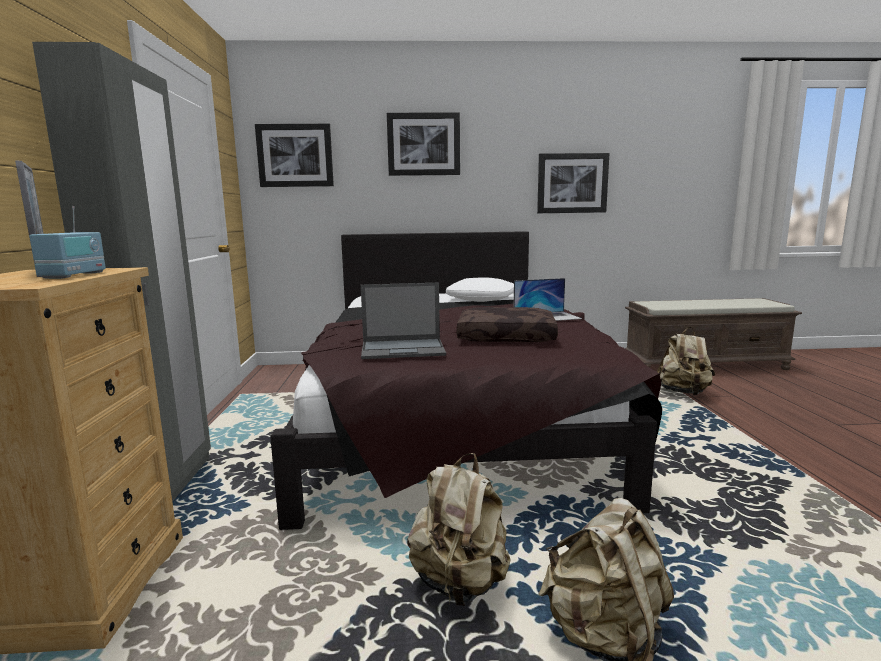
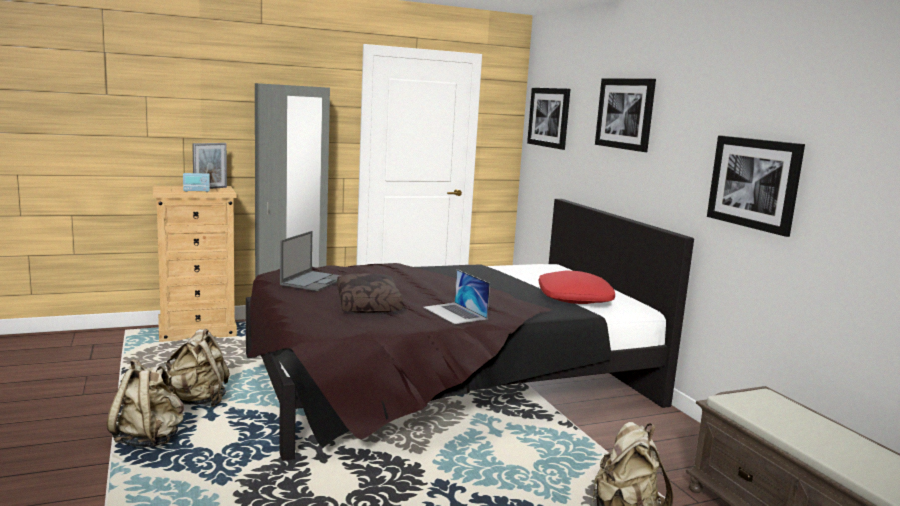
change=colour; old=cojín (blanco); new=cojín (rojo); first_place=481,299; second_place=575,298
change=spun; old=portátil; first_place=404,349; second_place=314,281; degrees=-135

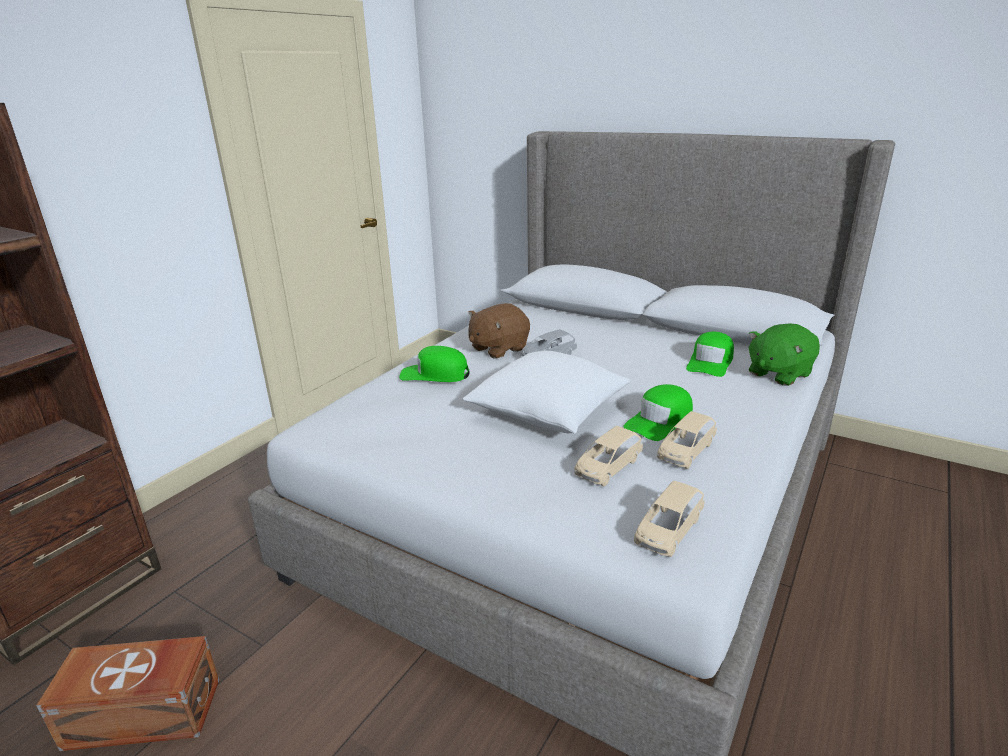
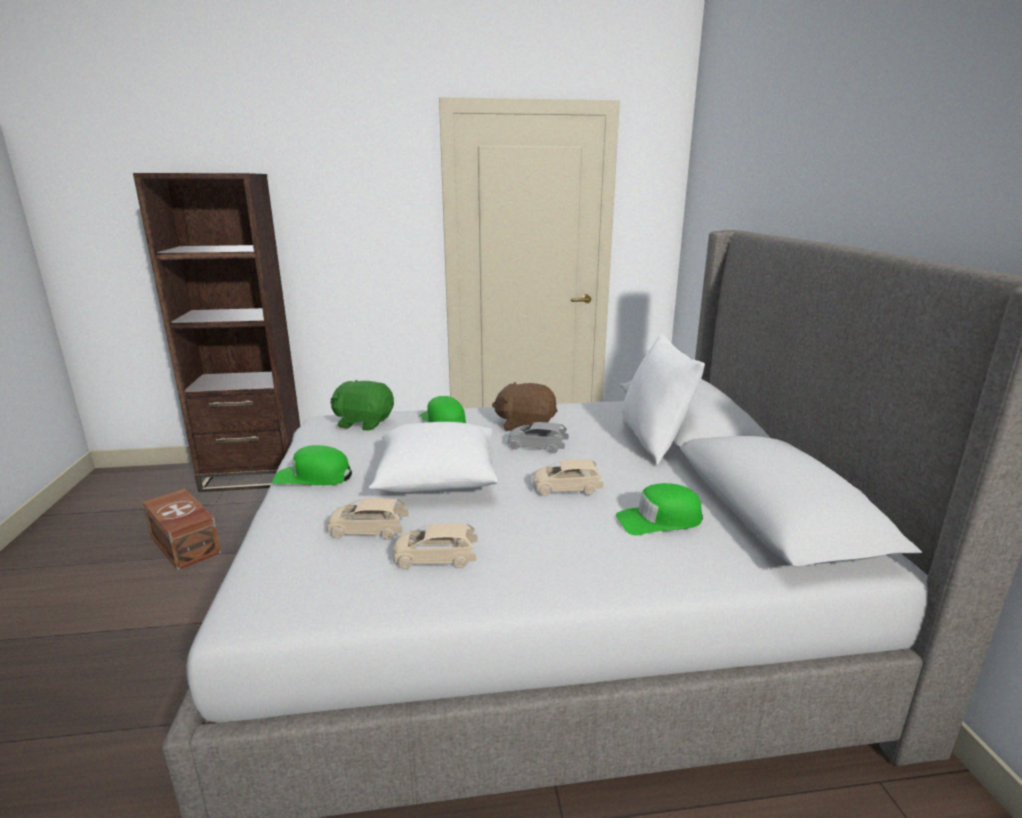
change=relocated; old=peluche (verde); first_place=778,374; second_place=364,423
change=relocated; old=gorra (verde); first_place=660,421; second_place=313,477
change=relocated; old=coche de juguete (beis); first_place=668,531; second_place=566,488
change=appeared; new=cojín (blanco); second_place=654,442

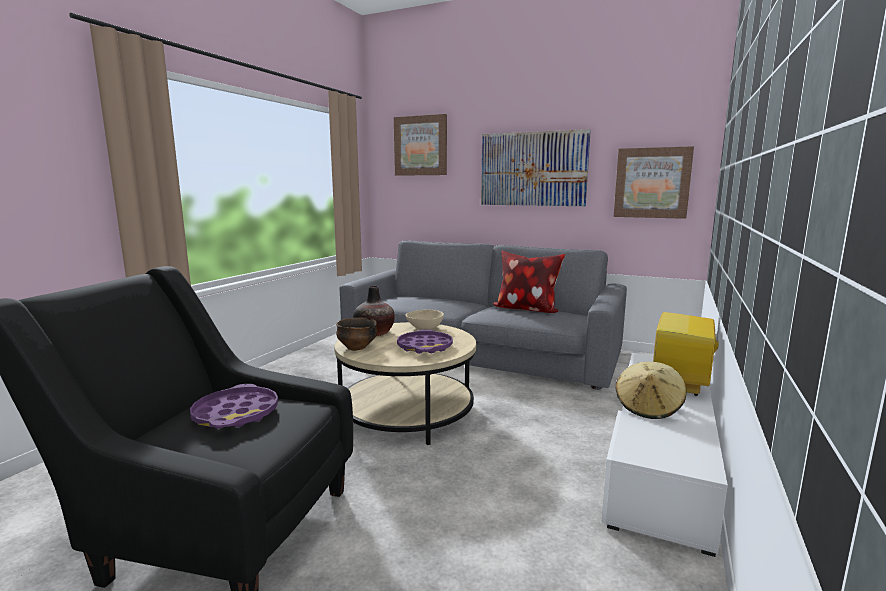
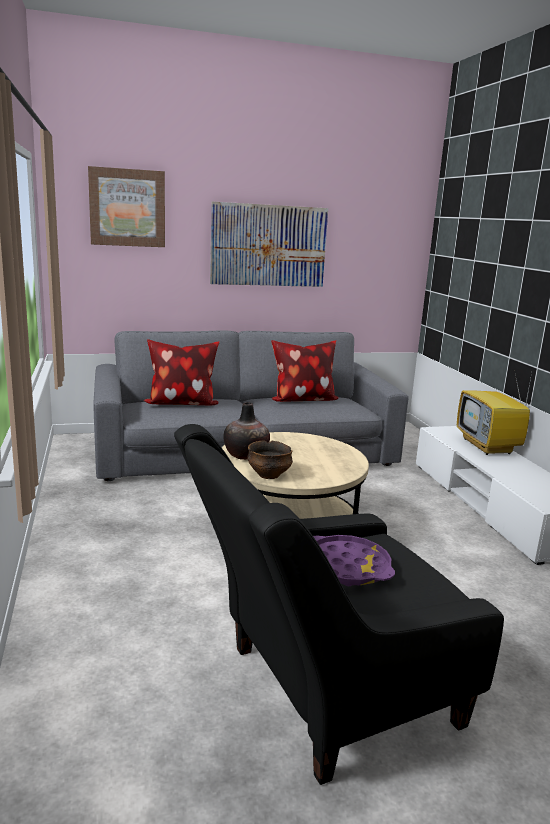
change=missing; old=cuadro; first_place=652,183
change=missing; old=cuenco (beis); first_place=424,328
change=missing; old=bandeja (morado); first_place=425,347
change=missing; old=sombrero (beis); first_place=648,407
change=appeared; new=cojín; second_place=181,404

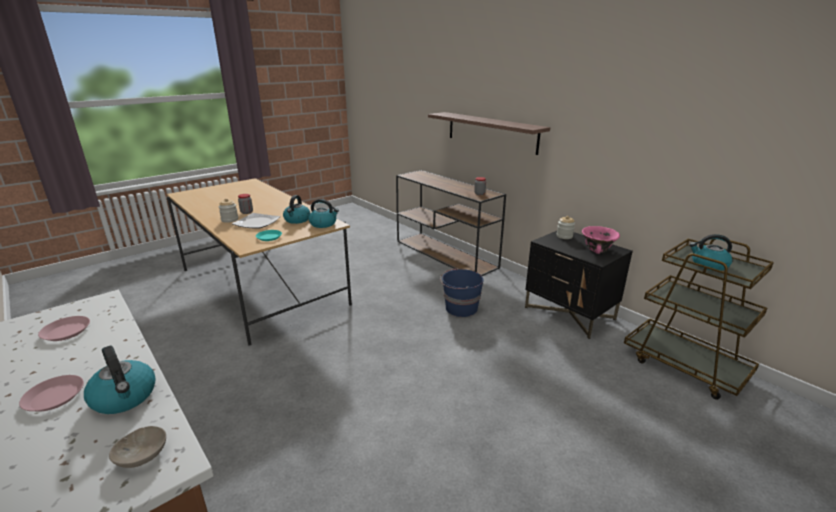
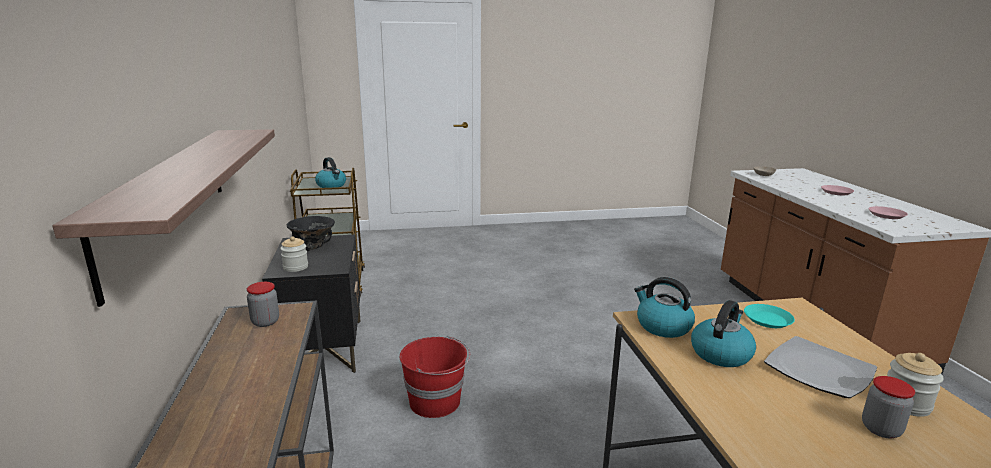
change=colour; old=cuenco (rosa); new=cuenco (negro); first_place=597,250; second_place=313,246
change=colour; old=cubo (azul); new=cubo (rojo); first_place=460,308; second_place=436,401
change=missing; old=hervidor; first_place=125,397

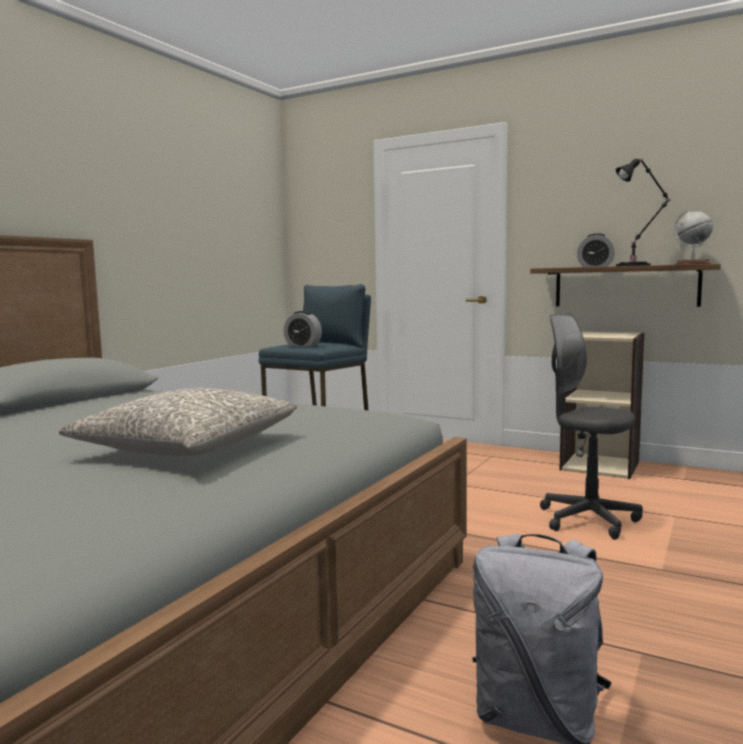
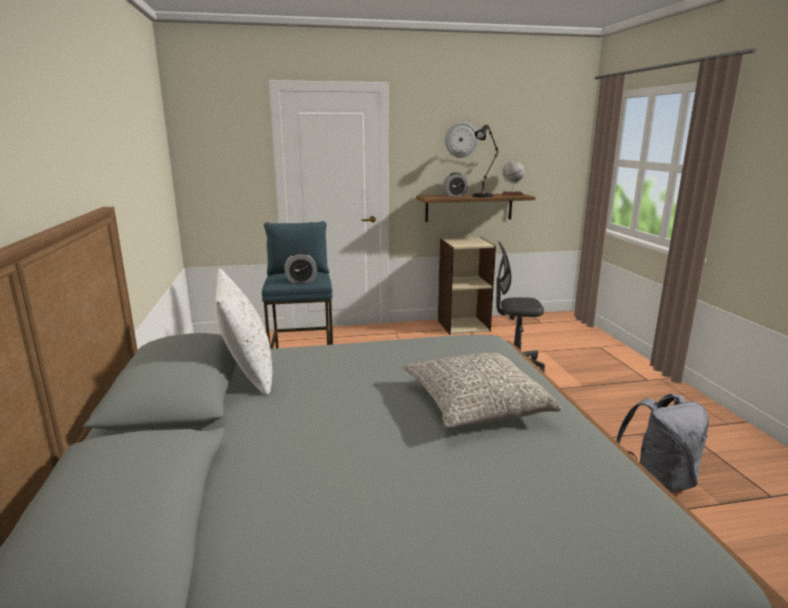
change=appeared; new=reloj de pared; second_place=461,139
change=appeared; new=cojín (blanco); second_place=247,372

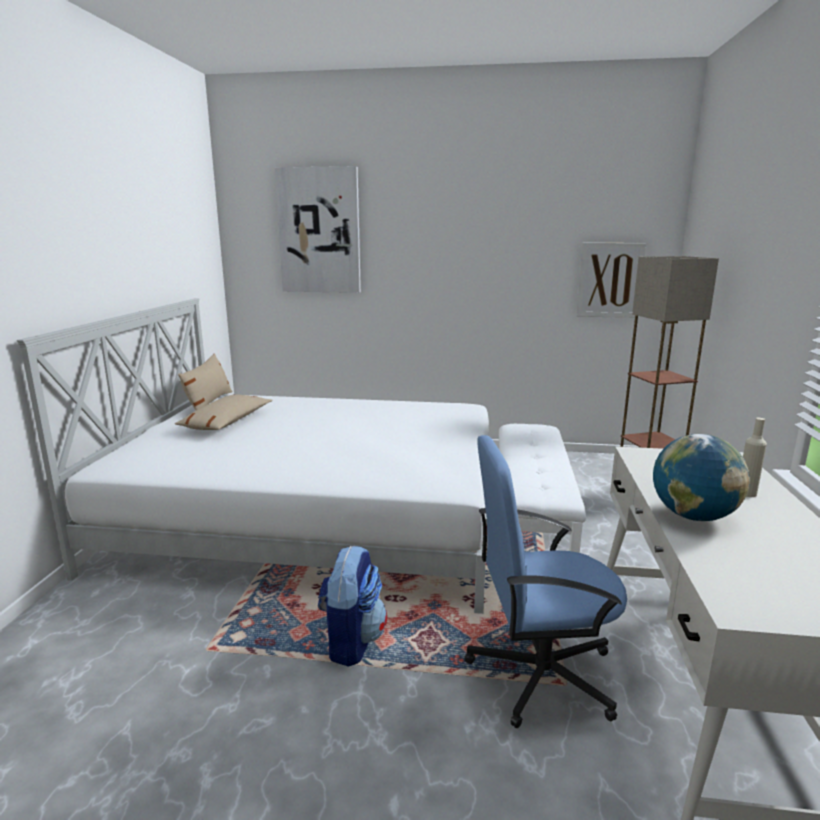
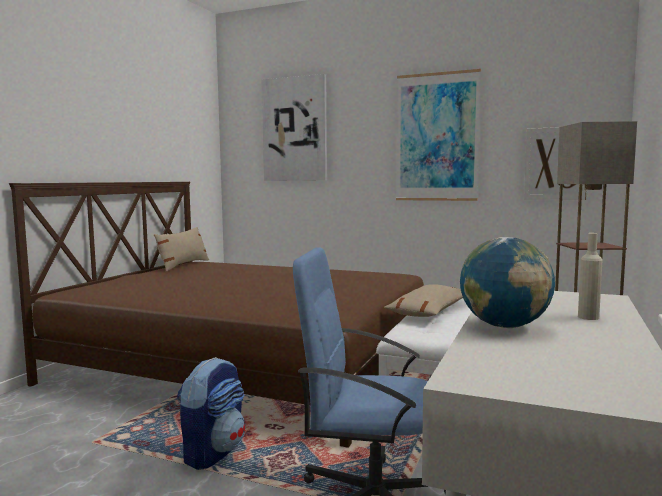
change=colour; old=cama (blanco); new=cama (marrón); first_place=313,519; second_place=245,365
change=relocated; old=cojín (beis); first_place=227,422; second_place=429,312
change=appeared; new=cuadro; second_place=437,137

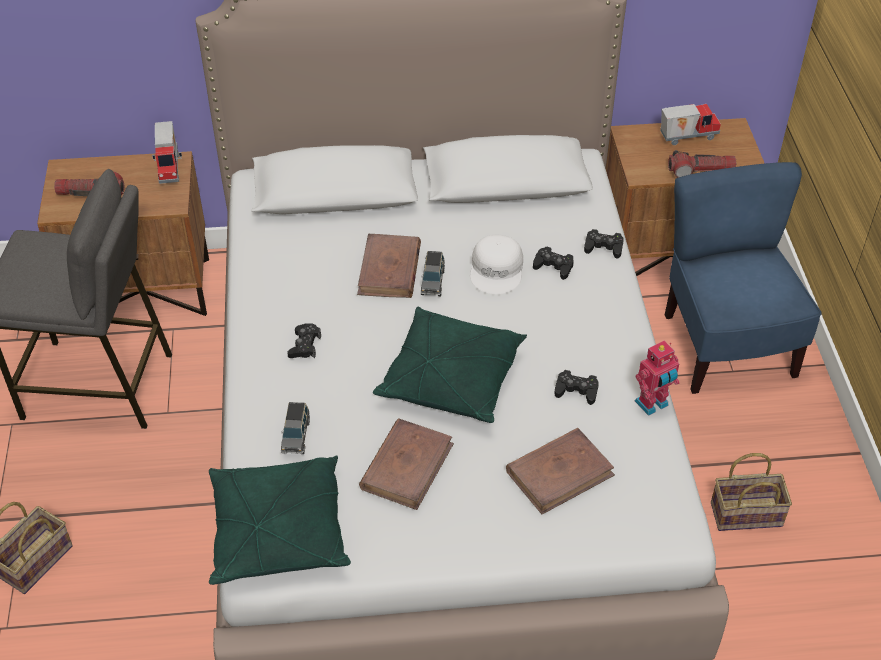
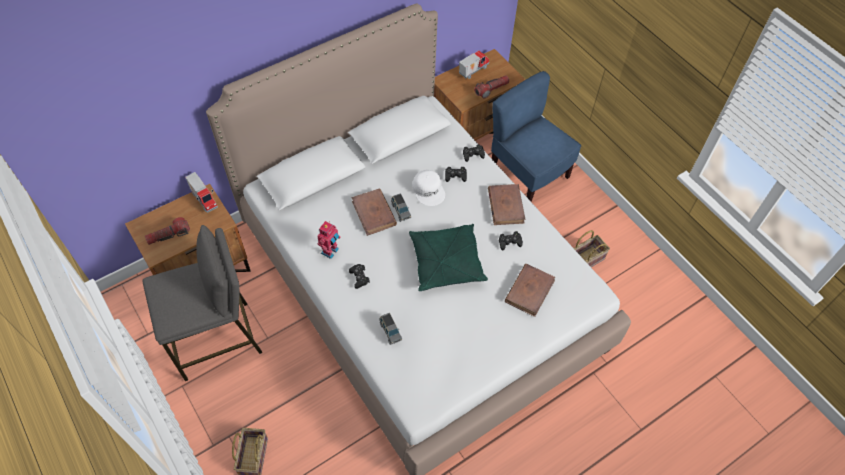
change=relocated; old=robot de juguete; first_place=652,404; second_place=330,251
change=relocated; old=libro (marrón); first_place=407,466; second_place=505,206
change=missing; old=cojín (verde); first_place=278,531

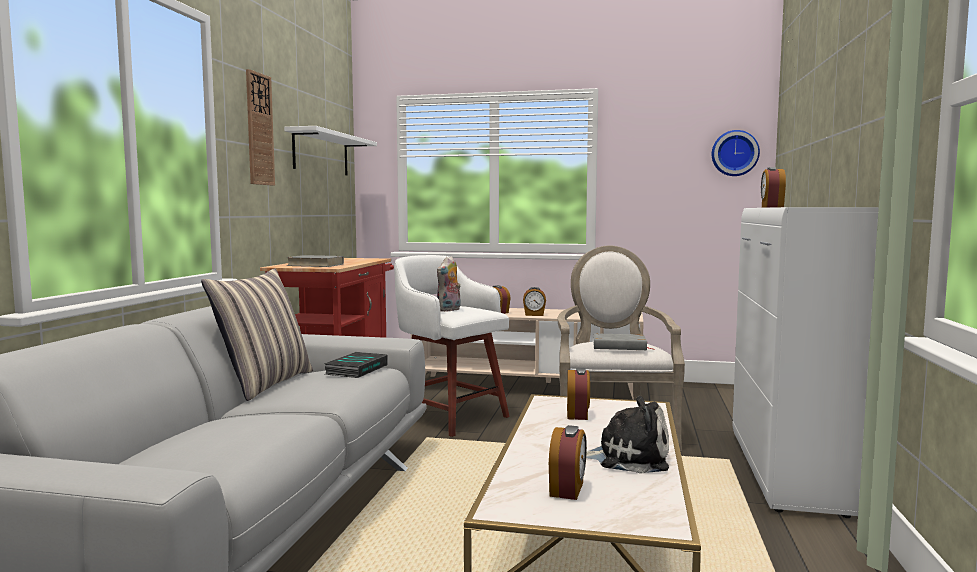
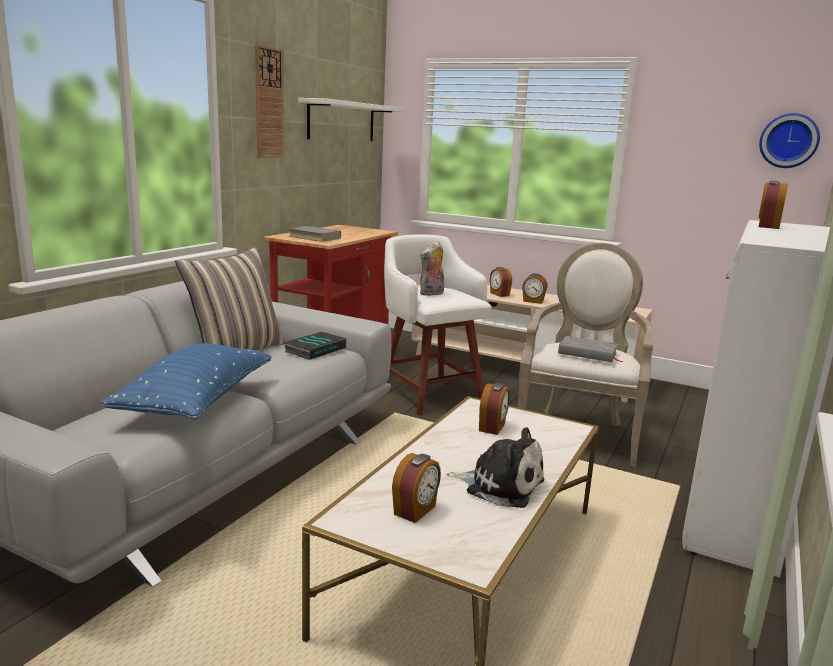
change=appeared; new=cojín (azul); second_place=196,402

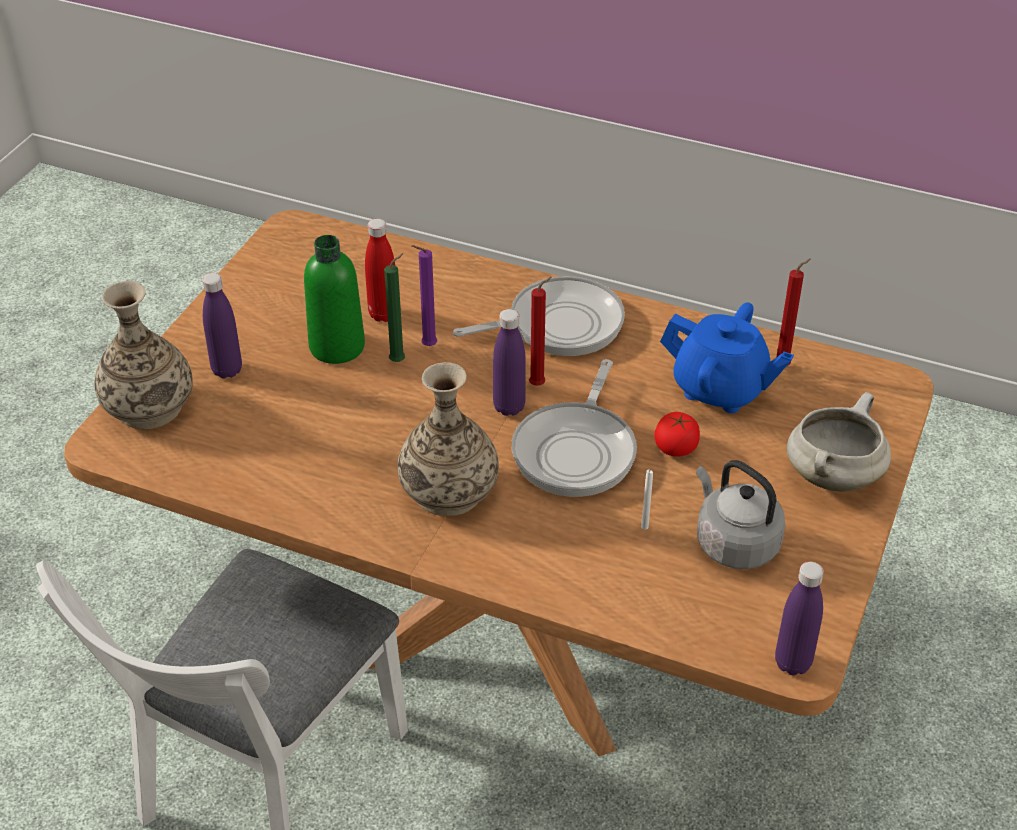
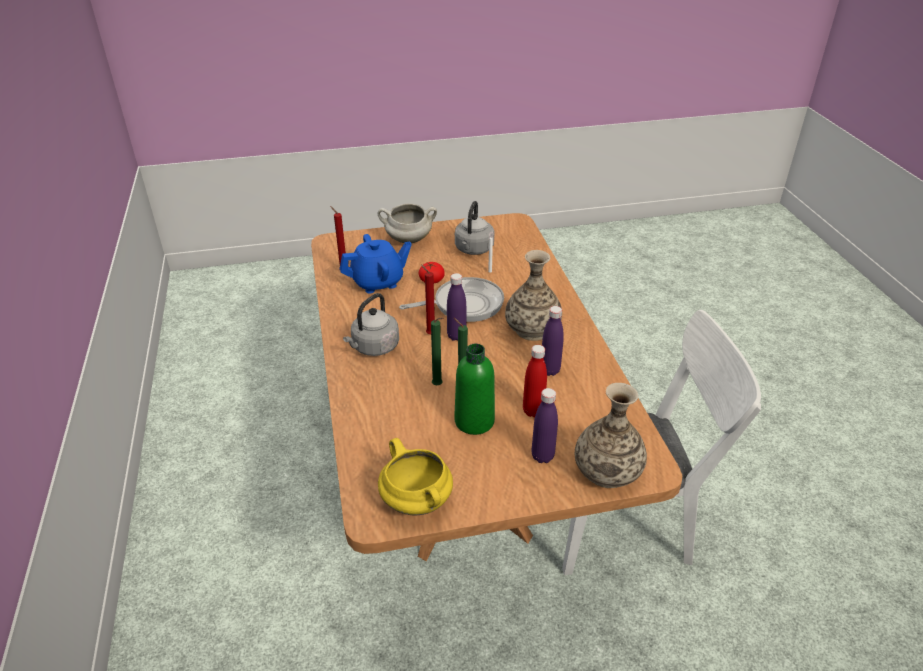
change=relocated; old=botella (rojo); first_place=383,314; second_place=533,411
change=colour; old=vela (morado); new=vela (verde); first_place=426,346; second_place=438,386
change=exchanged; old=sartén; new=hervidor (gris); first_place=558,325; second_place=373,347
change=spun; old=tetera (azul); first_place=720,389; second_place=378,282; degrees=75
change=relocated; old=botella (morado); first_place=792,663; second_place=550,370
change=appeared; new=olla (amarillo); second_place=418,501

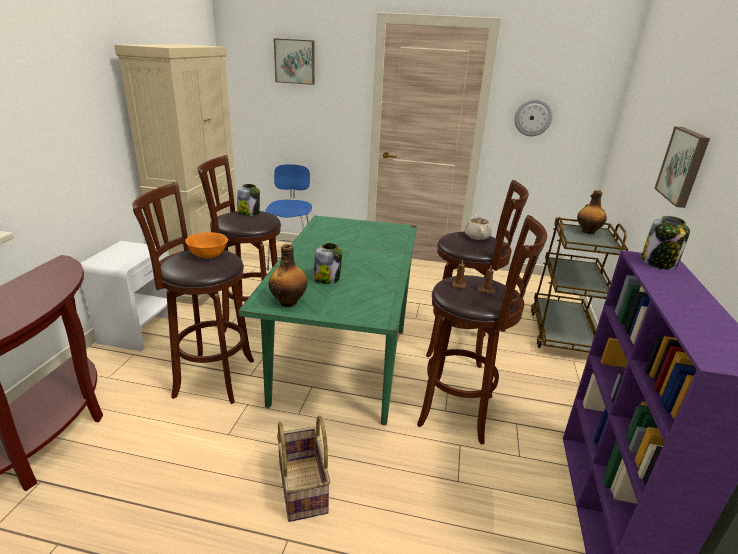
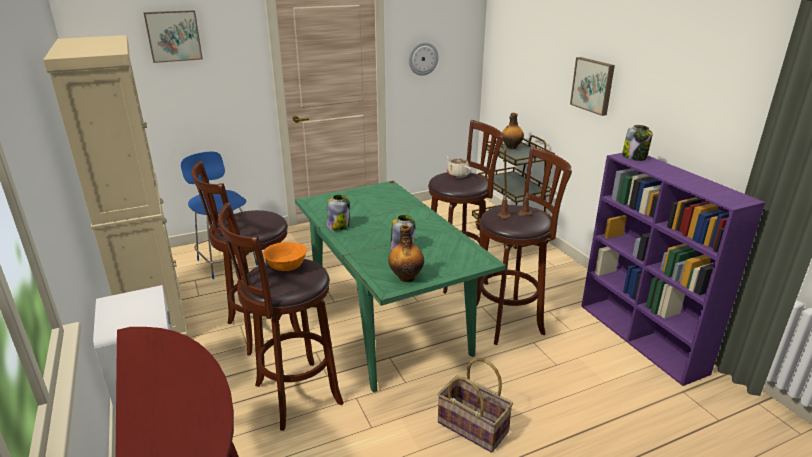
change=relocated; old=tarro; first_place=249,213; second_place=338,226

